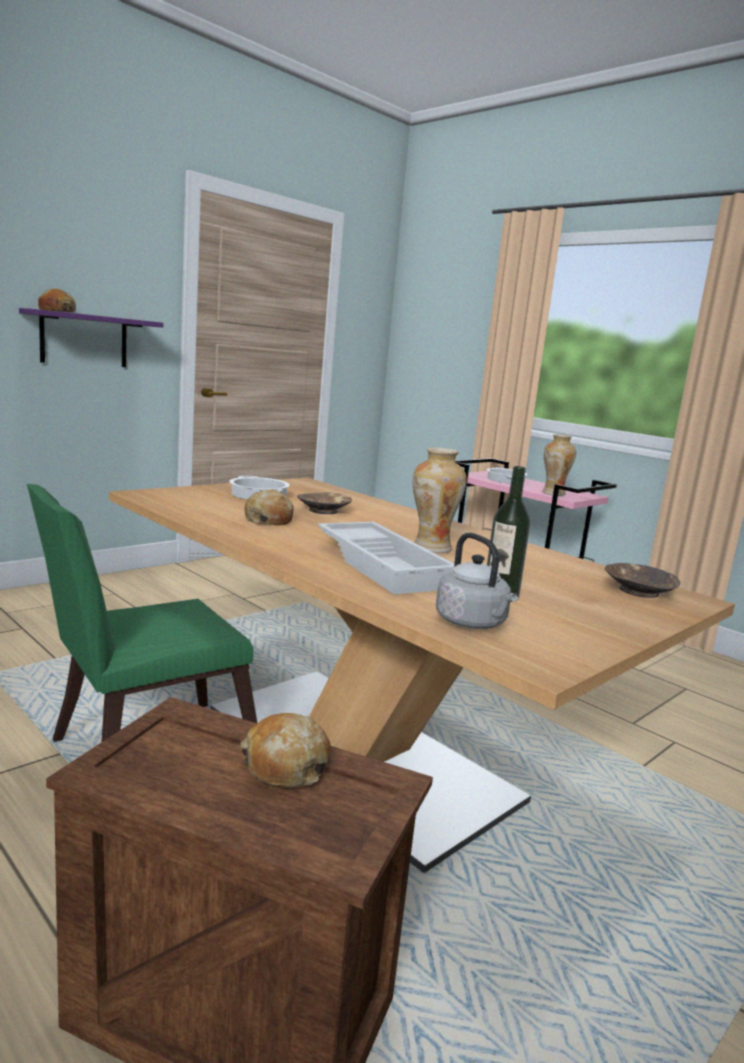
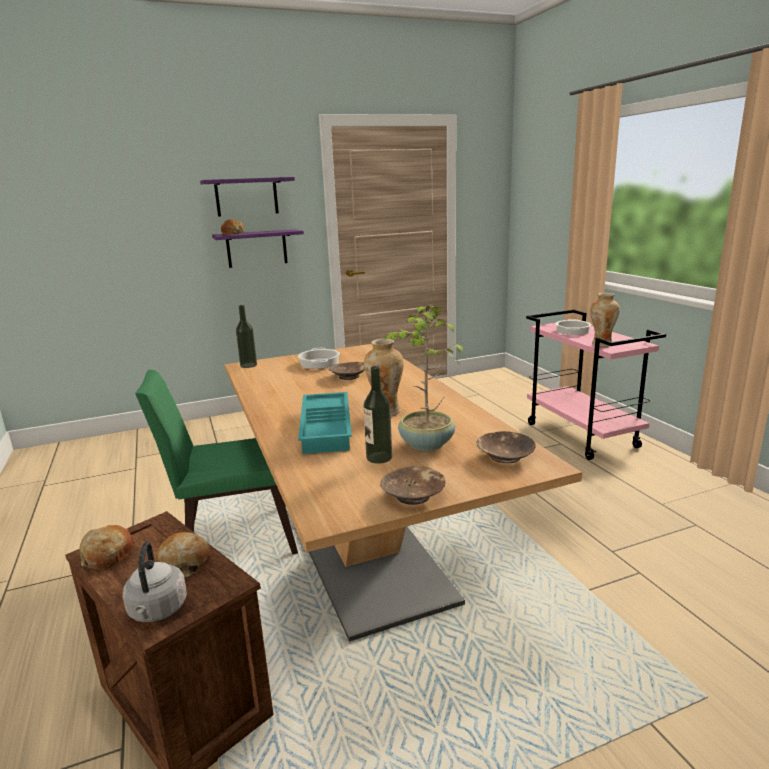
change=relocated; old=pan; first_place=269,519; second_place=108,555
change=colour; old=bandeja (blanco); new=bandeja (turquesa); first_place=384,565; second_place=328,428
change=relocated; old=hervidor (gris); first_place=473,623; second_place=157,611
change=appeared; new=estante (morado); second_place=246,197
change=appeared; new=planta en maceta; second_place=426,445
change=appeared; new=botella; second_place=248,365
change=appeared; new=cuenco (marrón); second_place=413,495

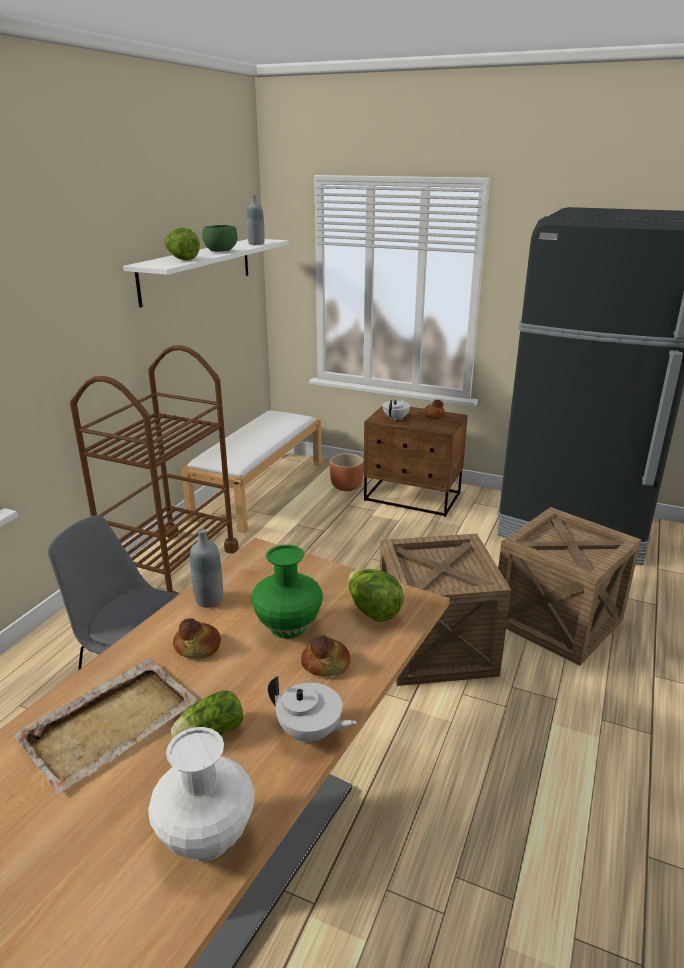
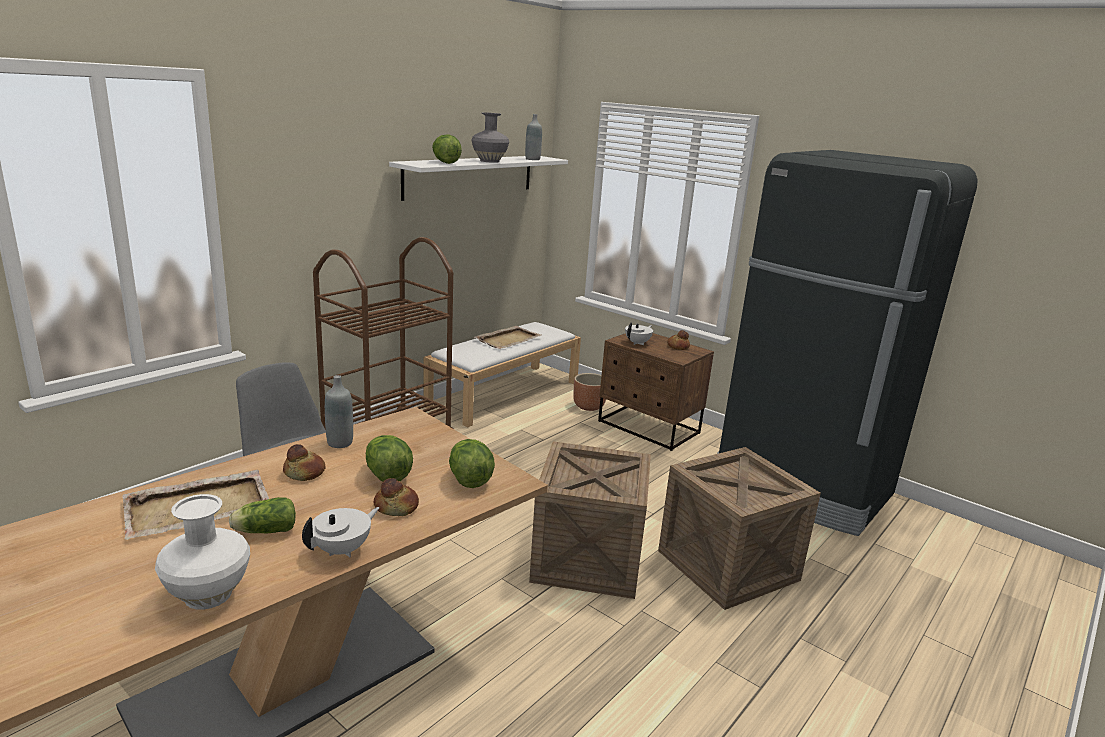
change=exchanged; old=cuenco (verde); new=florero (gris); first_place=220,251; second_place=489,161
change=exchanged; old=florero (verde); new=lechuga; first_place=288,627; second_place=387,475
change=spun; old=tetera (blanco); first_place=310,732; second_place=343,550; degrees=-90
change=appeared; new=bandeja (beis); second_place=508,339

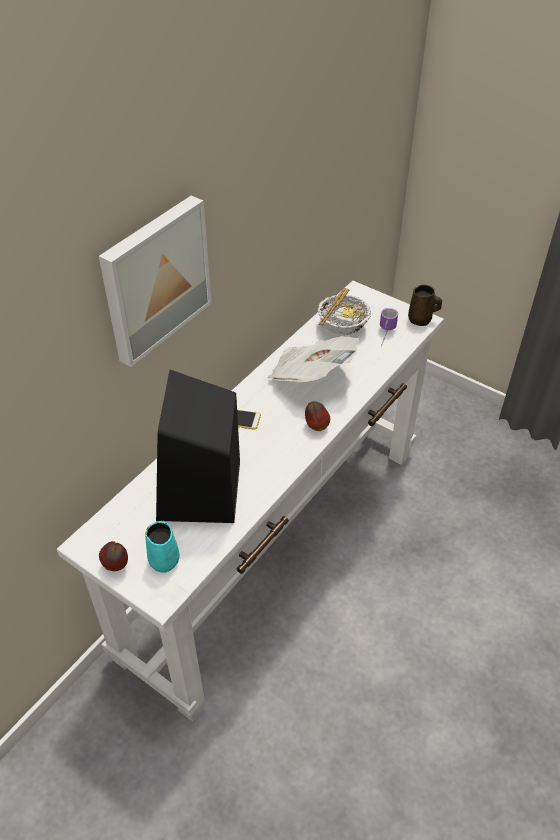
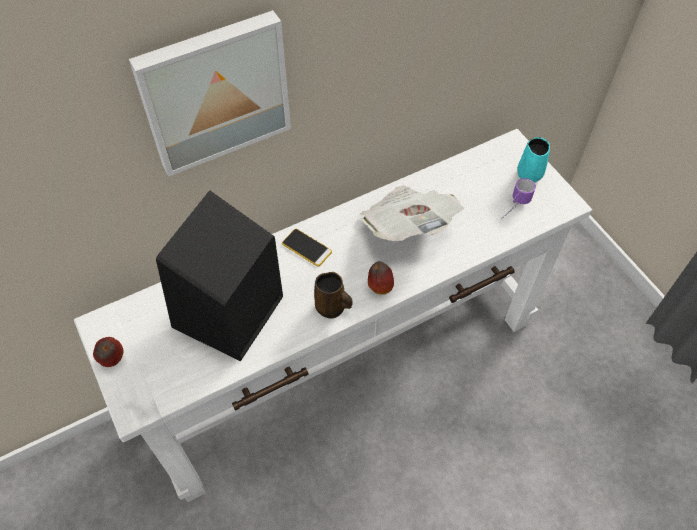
change=relocated; old=taza grande (marrón); first_place=421,320; second_place=332,308
change=missing; old=cuenco; first_place=342,327
change=relocated; old=taza grande (turquesa); first_place=164,559; second_place=530,173

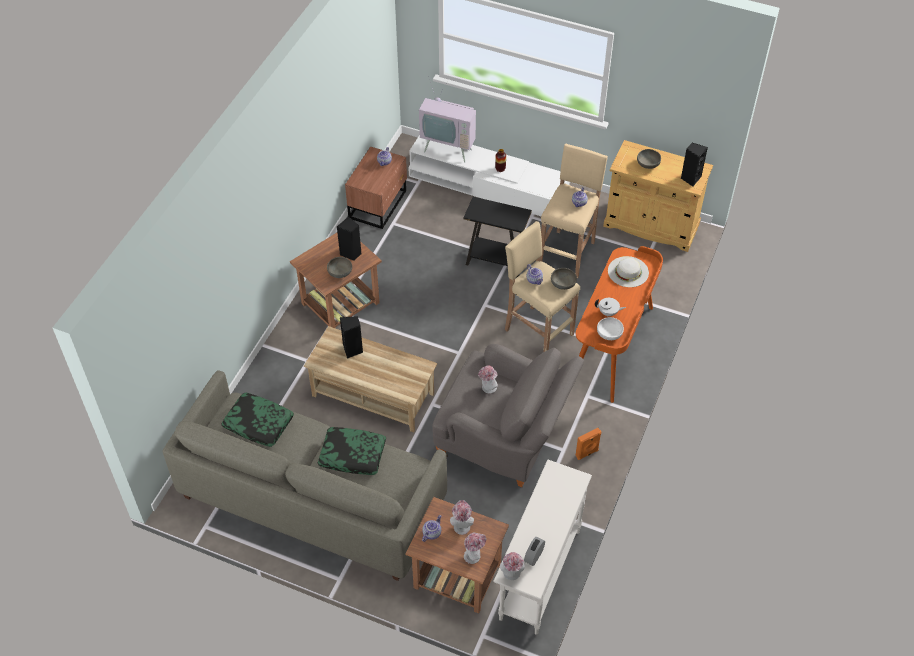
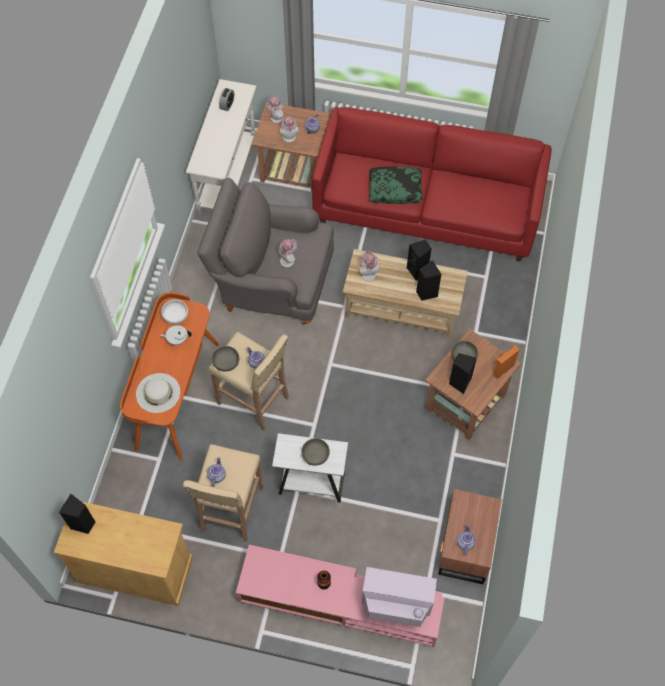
change=colour; old=mueble de televisión (blanco); new=mueble de televisión (rosa); first_place=487,186; second_place=340,600
change=relocated; old=cuenco (gris); first_place=648,164; second_place=315,455
change=colour; old=mesa auxiliar (negro); new=mesa auxiliar (blanco); first_place=495,261; second_place=311,484
change=colour; old=sofá (gris); new=sofá (rojo); first_place=312,498; second_place=427,208
change=missing; old=cojín; first_place=258,424
change=relocated; old=altavoz (naranja); first_place=587,453; second_place=502,369
change=relocated; old=sombrero; first_place=512,574; second_place=368,273
change=appeared; new=altavoz (negro); second_place=418,271

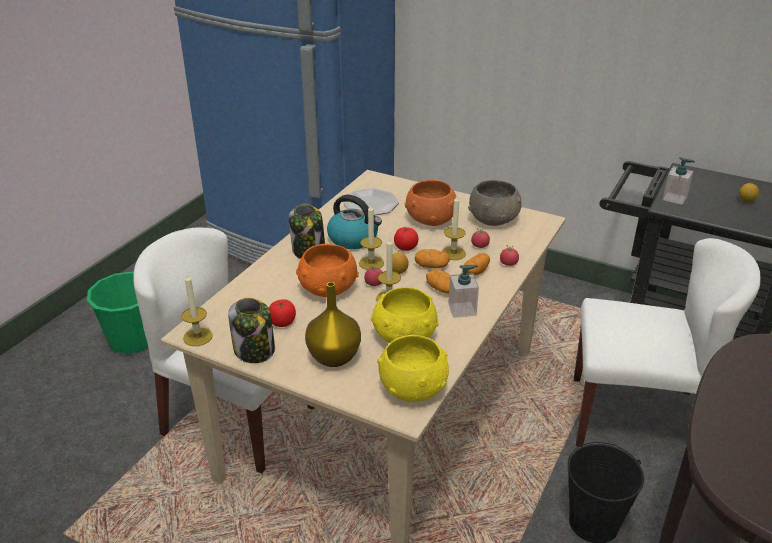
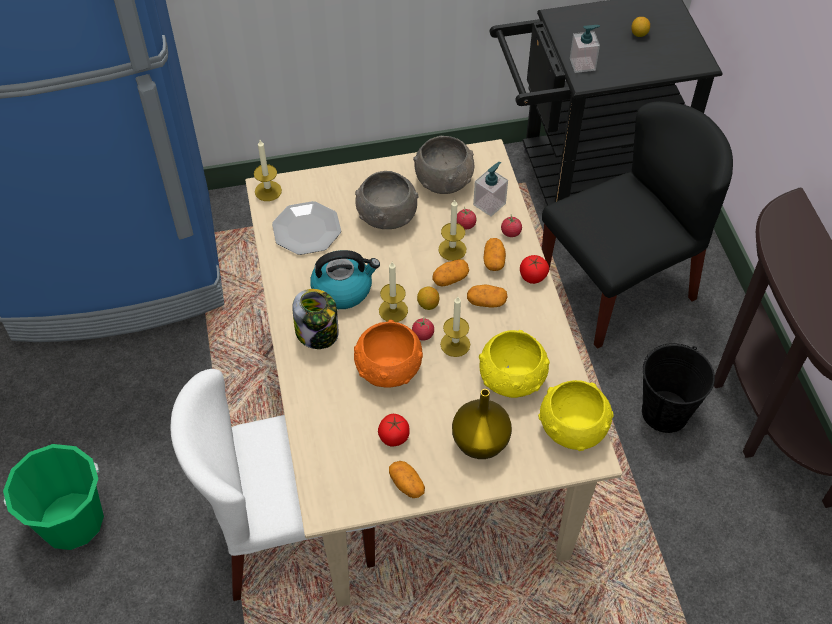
change=colour; old=cuenco (naranja); new=cuenco (gris); first_place=431,219; second_place=387,215
change=relocated; old=tomate; first_place=405,247; second_place=533,276
change=colour; old=silla (blanco); new=silla (negro); first_place=636,417; second_place=617,287
change=relocated; old=dispensador de jabón; first_place=462,309; second_place=489,204
change=relocated; old=vela; first_place=197,337; second_place=268,191
change=exchanged; old=tarro; new=patata; first_place=255,350; second_place=407,485

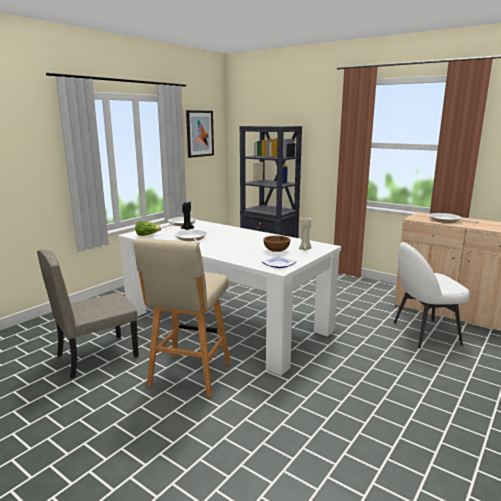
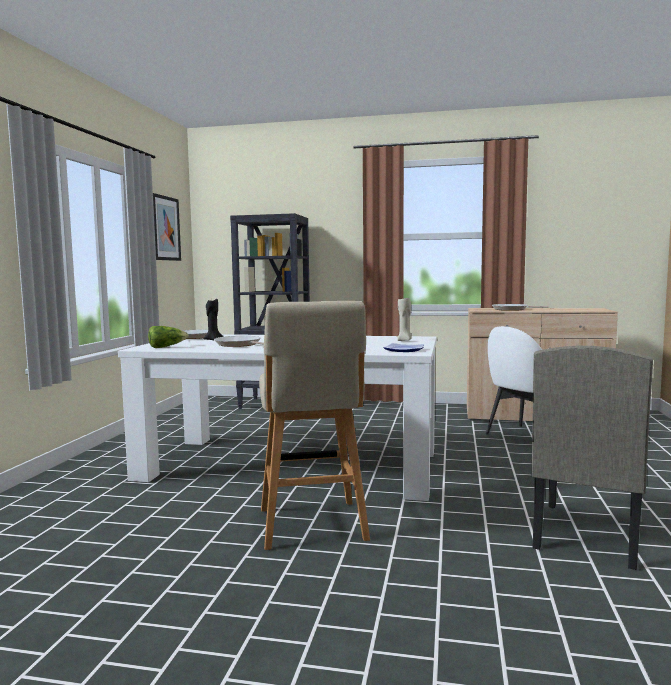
change=missing; old=cuenco (marrón); first_place=276,251
change=relocated; old=silla (beis); first_place=97,355; second_place=586,534

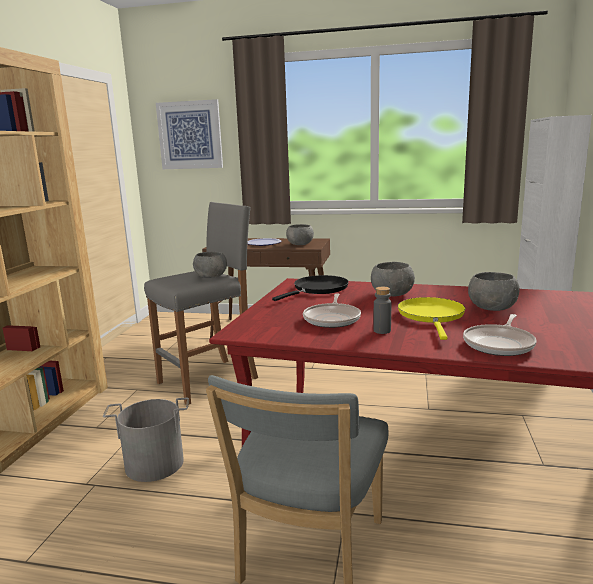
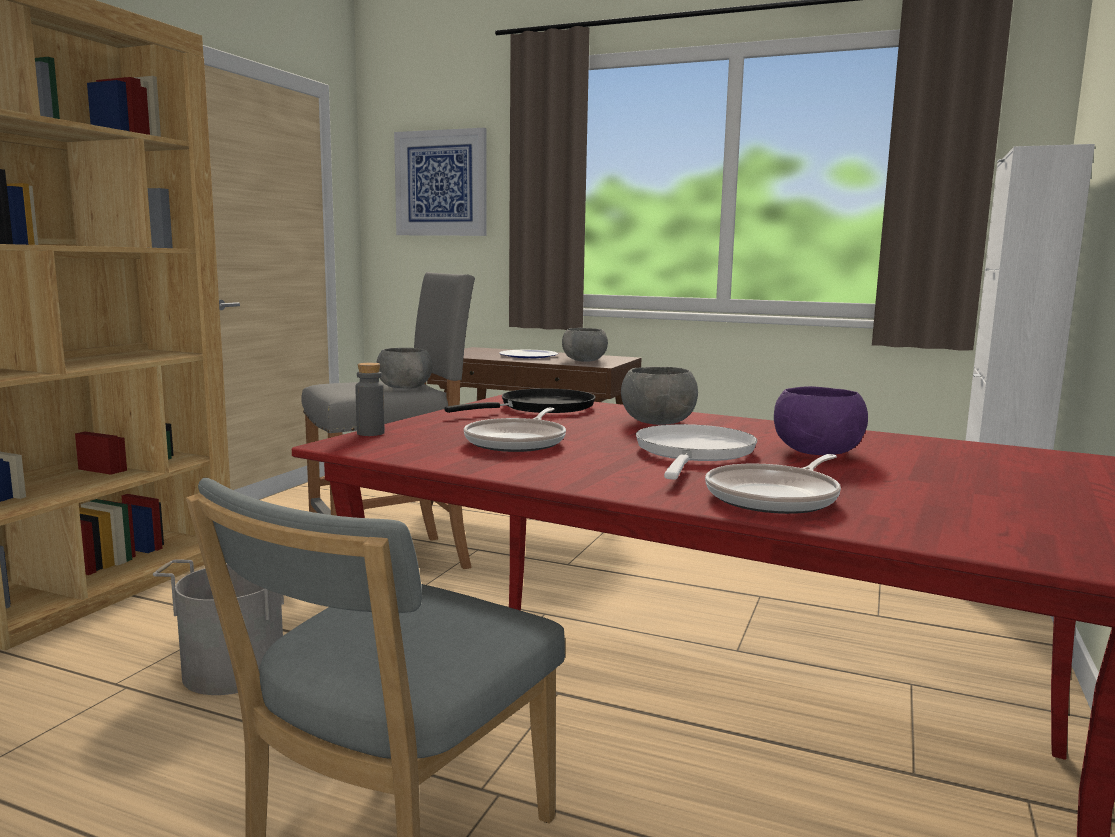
change=colour; old=cuenco (gris); new=cuenco (morado); first_place=492,308; second_place=818,452
change=relocated; old=botella (gris); first_place=382,331; second_place=370,433
change=colour; old=sartén (amarillo); new=sartén (blanco); first_place=431,316; second_place=694,453

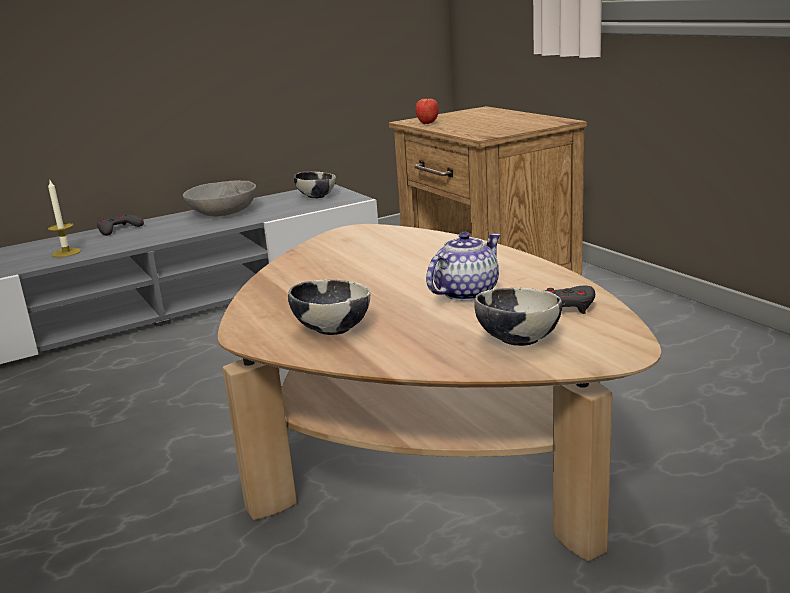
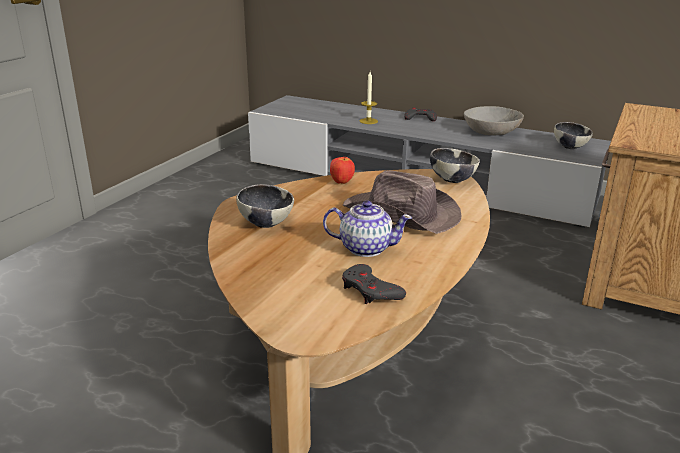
change=relocated; old=manzana; first_place=427,123; second_place=342,182
change=relocated; old=cuenco; first_place=517,340; second_place=452,179
change=appeared; new=sombrero (marrón); second_place=402,214

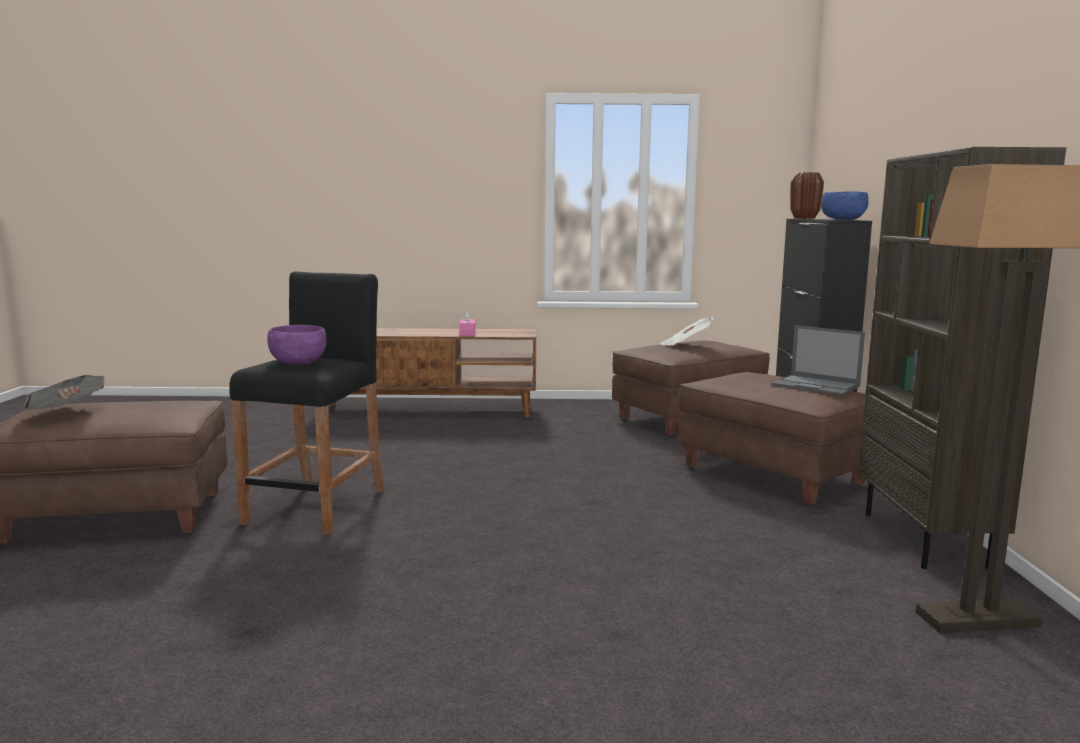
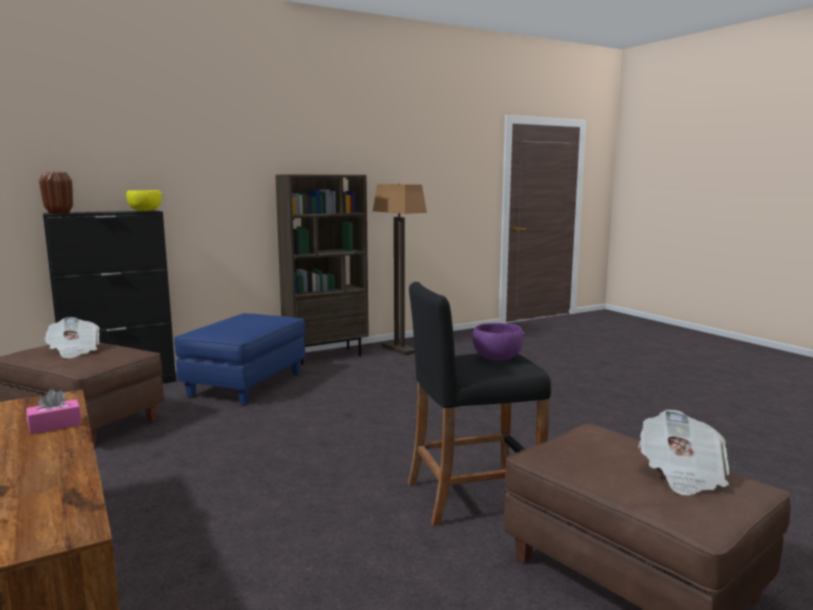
change=colour; old=cuenco (azul); new=cuenco (amarillo); first_place=842,219; second_place=145,211
change=missing; old=portátil; first_place=816,386
change=colour; old=puf (marrón); new=puf (azul); first_place=772,475; second_place=246,384

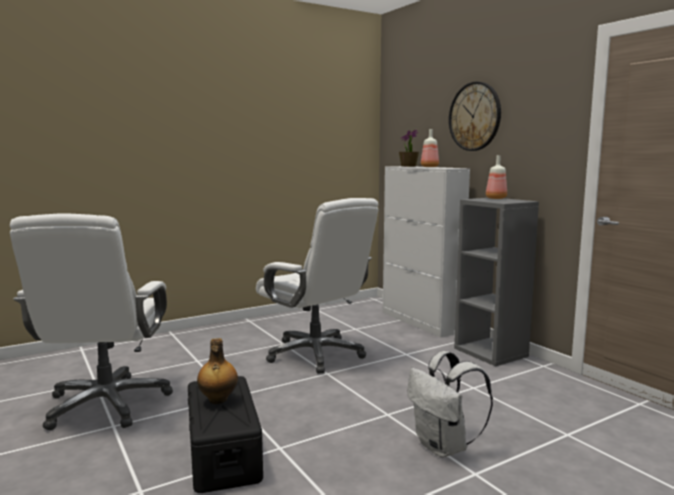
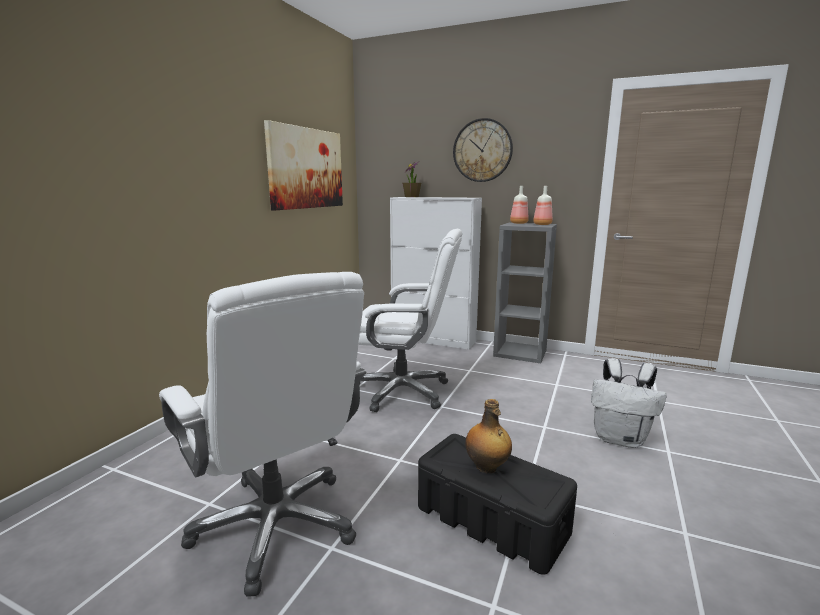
change=relocated; old=botella; first_place=429,167; second_place=541,224
change=appeared; new=cuadro; second_place=306,168

